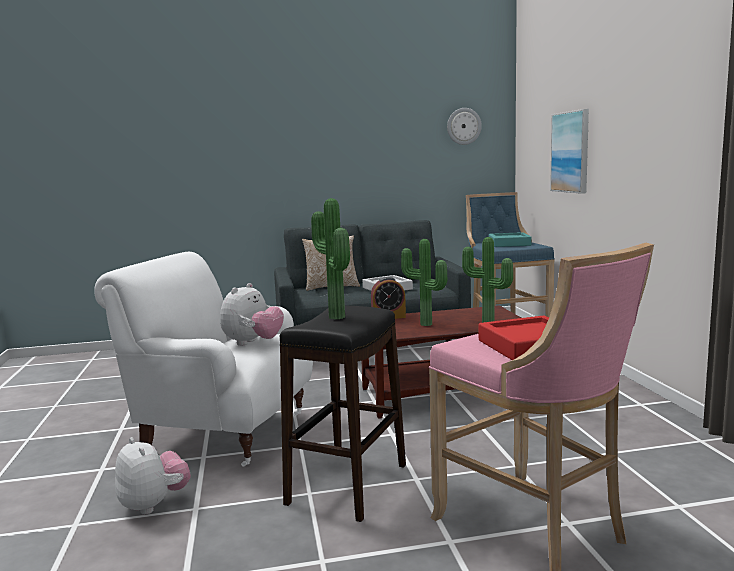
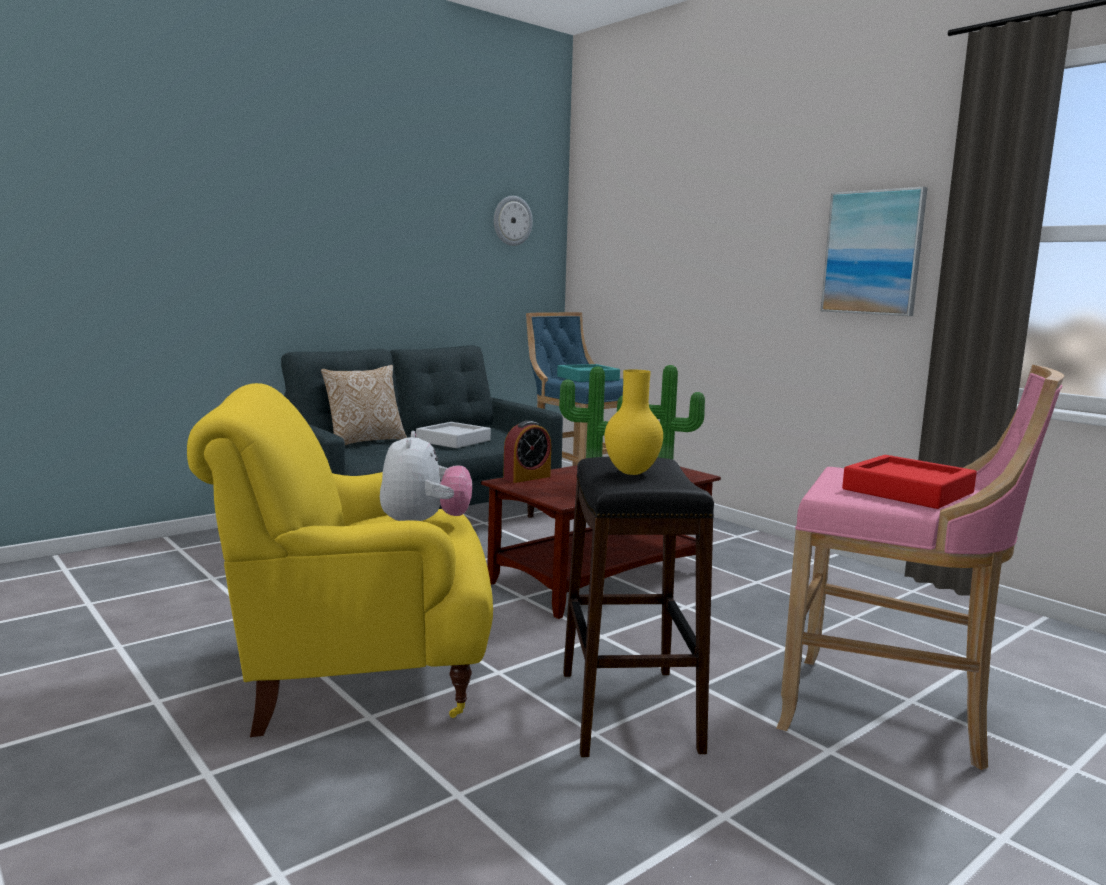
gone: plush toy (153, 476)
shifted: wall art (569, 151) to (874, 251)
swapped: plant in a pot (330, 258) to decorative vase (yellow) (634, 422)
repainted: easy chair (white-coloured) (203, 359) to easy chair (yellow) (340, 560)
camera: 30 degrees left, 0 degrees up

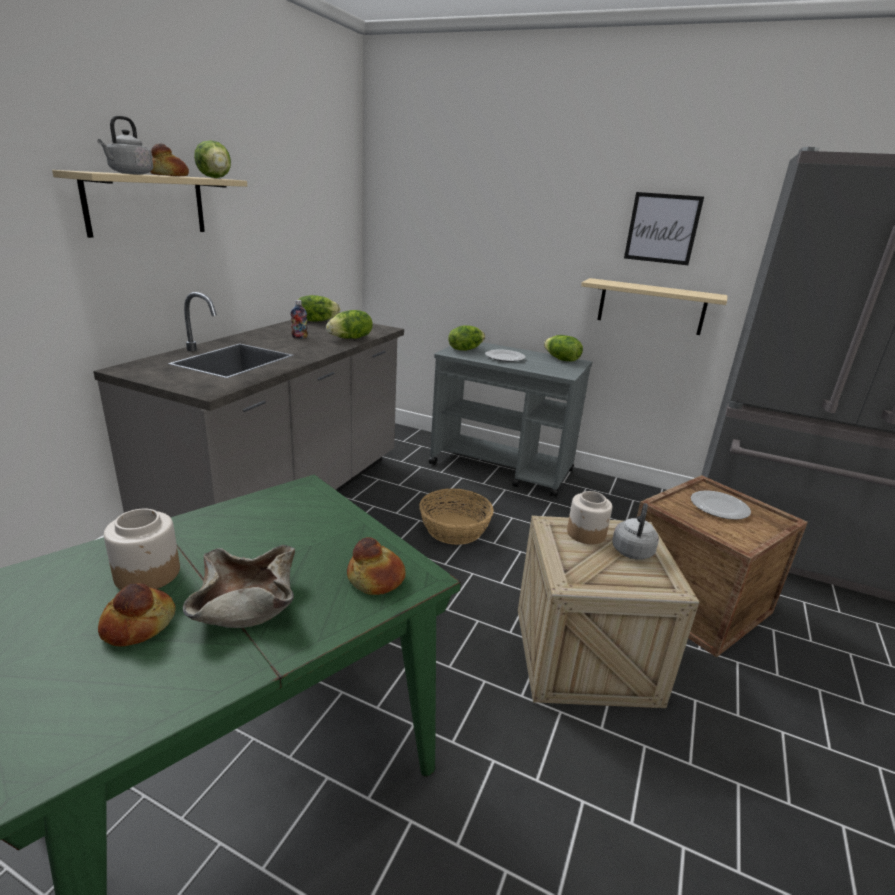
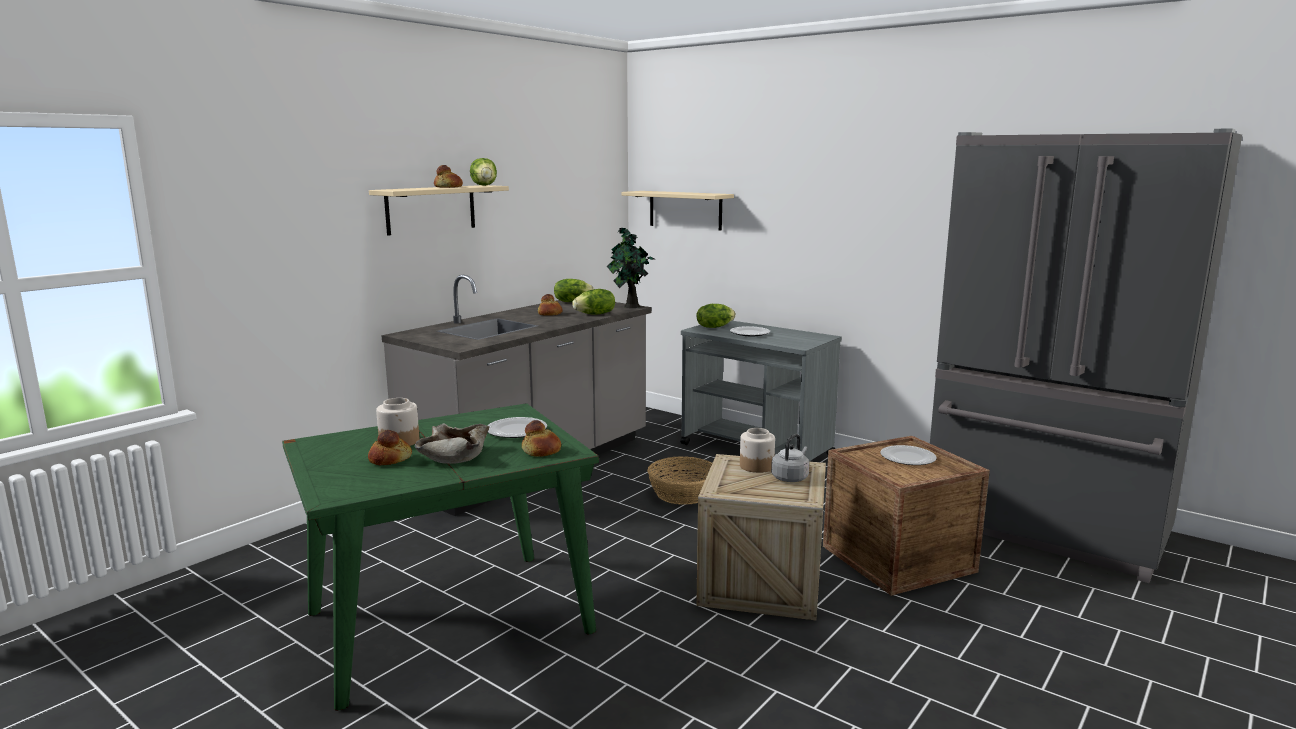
gone: tea kettle (gray) (125, 145); head of lettuce (563, 348); wall art (664, 228)
new: plate (517, 427); plant in a pot (631, 267)
shifted: shelf (beige-coloured) (654, 306) to (678, 211)
swapped: beverage bottle (299, 319) to baked bread (550, 305)
camera: 15 degrees right, 10 degrees down

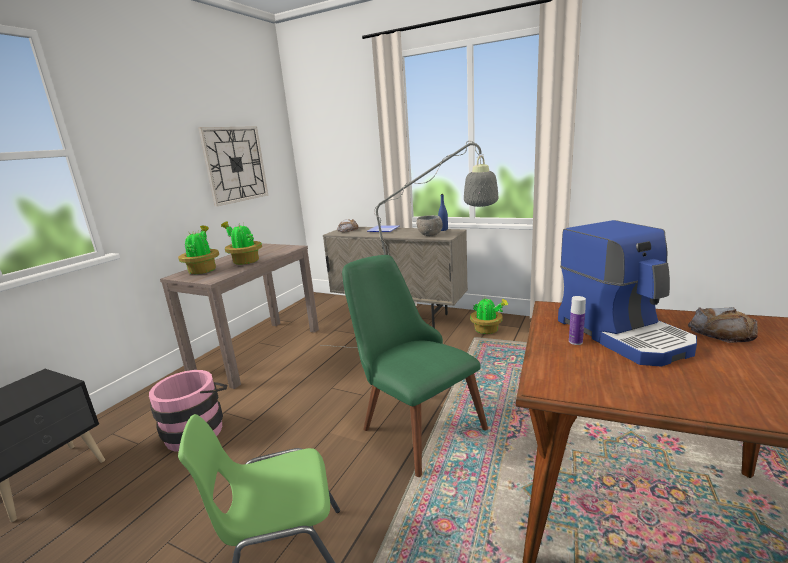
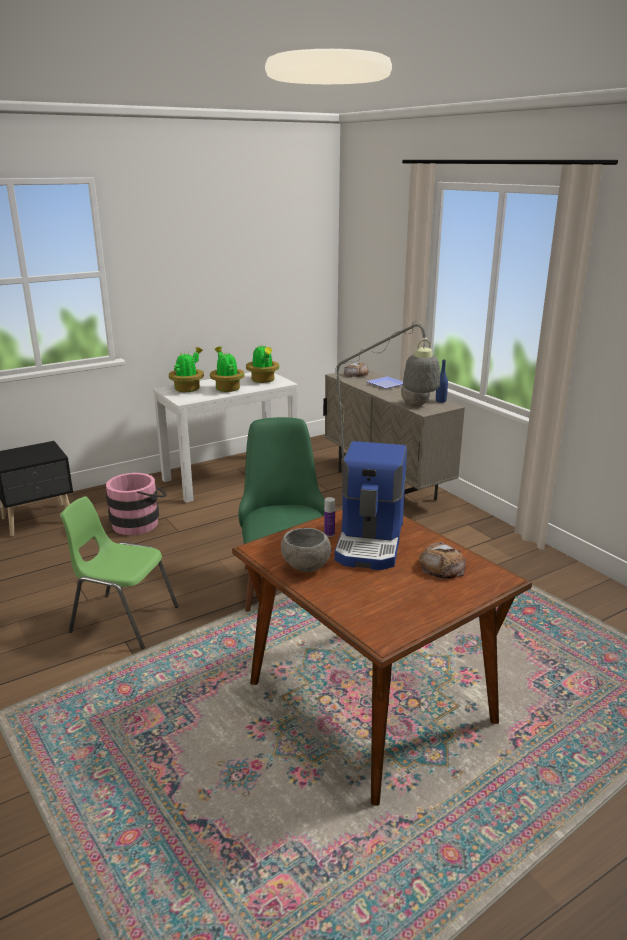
gone: wall clock (233, 166)
new: bowl (gray) (306, 550)
shifted: plant in a pot (489, 316) to (262, 363)
repainted: console table (brownish) (239, 316) to console table (white-coloured) (225, 437)
camera: 30 degrees right, 5 degrees up

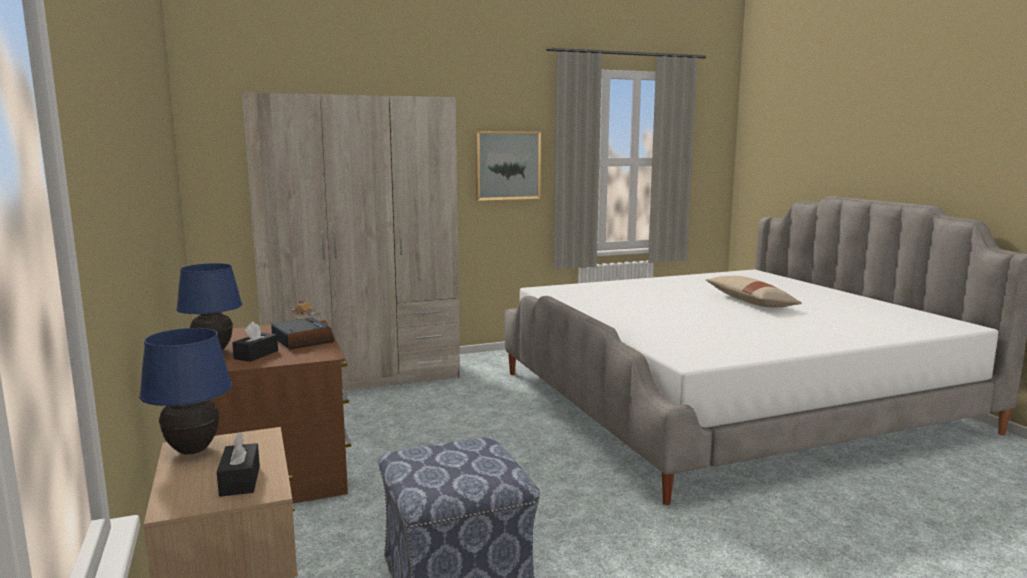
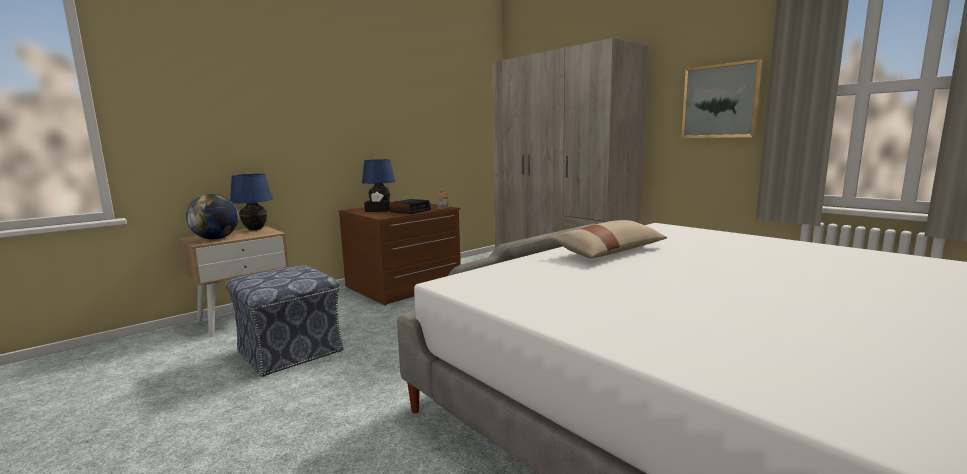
shifted: pillow (beige-coloured) (754, 291) to (608, 239)
swapped: tissue holder (black-coloured) (238, 464) to desk globe (212, 216)
camera: 70 degrees right, 0 degrees up

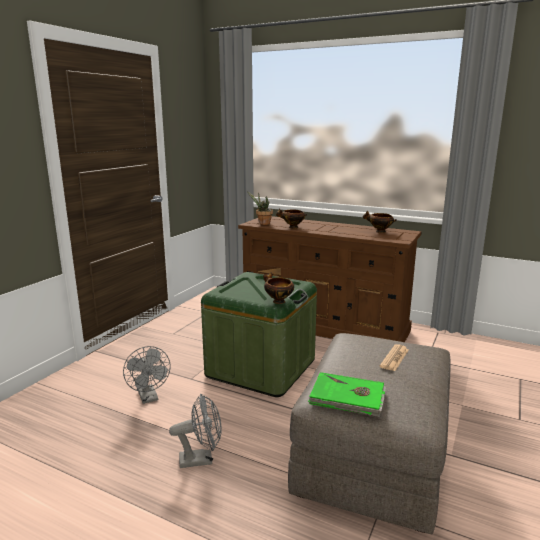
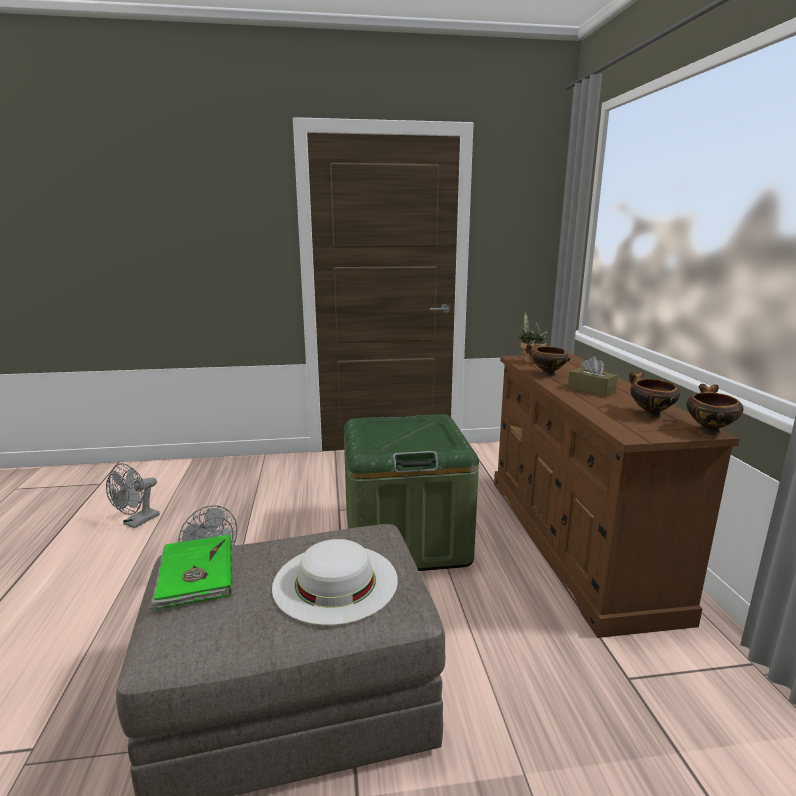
new: tissue holder (brownish) (593, 376)
shifted: electric fan (gray) (146, 375) to (133, 495); bowl (278, 288) to (715, 409)
swapped: newspaper (394, 357) to wearable hat (white-coloured) (335, 582)
camera: 55 degrees right, 0 degrees up

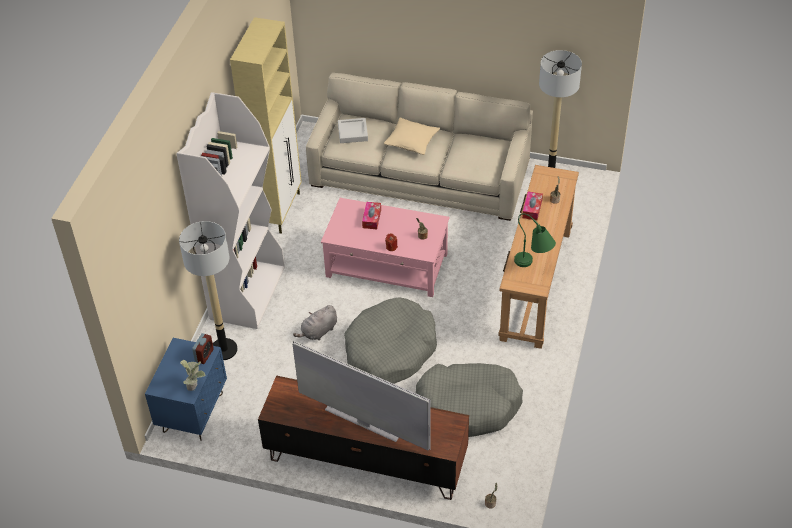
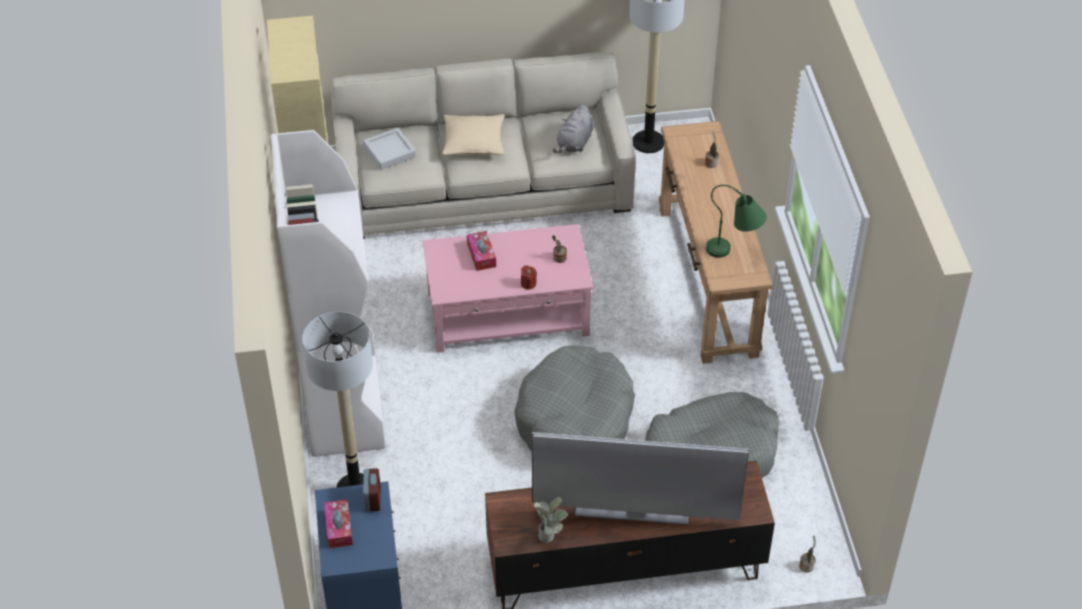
shifted: tissue holder (532, 205) to (338, 523); plant in a pot (193, 375) to (551, 520); plush toy (gray) (315, 322) to (573, 129)
camera: 25 degrees left, 0 degrees up

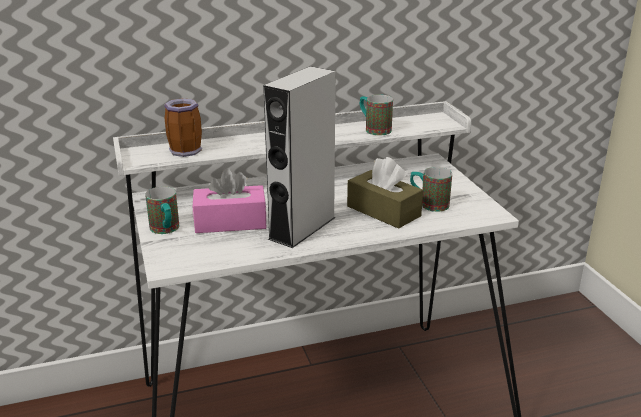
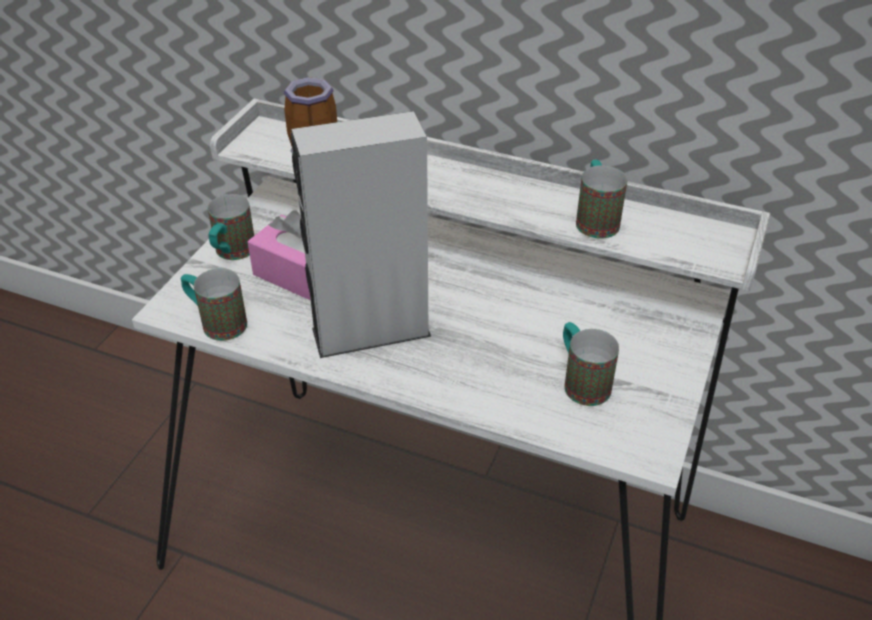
gone: tissue holder (brownish) (385, 193)
new: mug (214, 304)
camera: 40 degrees right, 15 degrees up

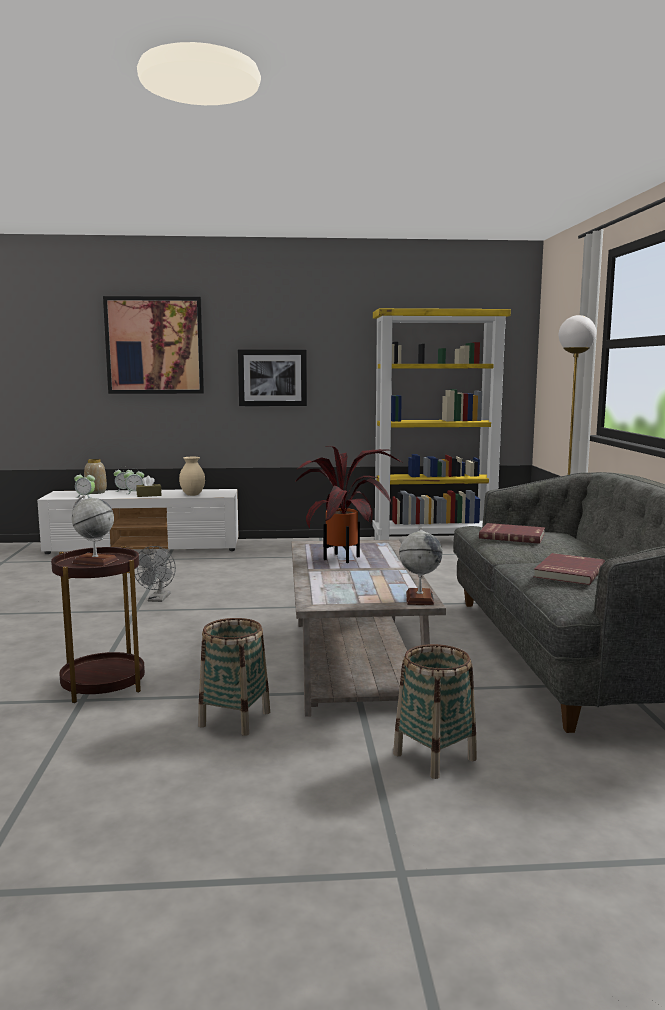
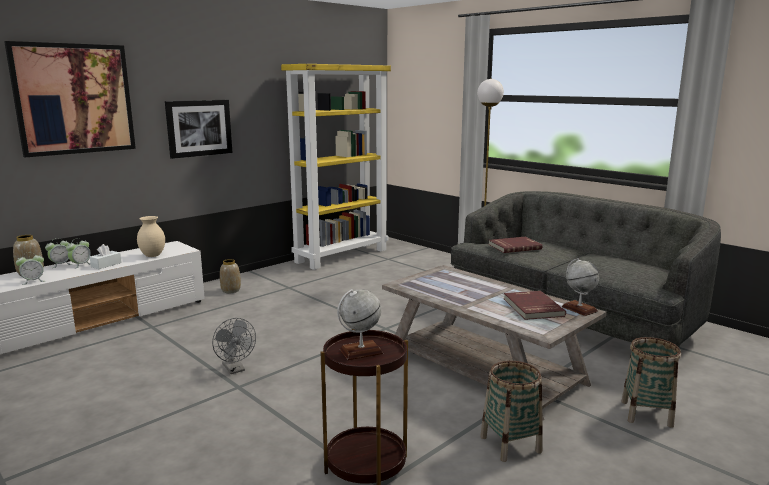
gone: plant in a pot (348, 504)
new: decorative vase (230, 276)
shifted: volume (red) (569, 569) to (535, 305)
repainted: tissue holder (brownish) (149, 486) to tissue holder (white-coloured) (106, 256)
camera: 40 degrees left, 5 degrees up

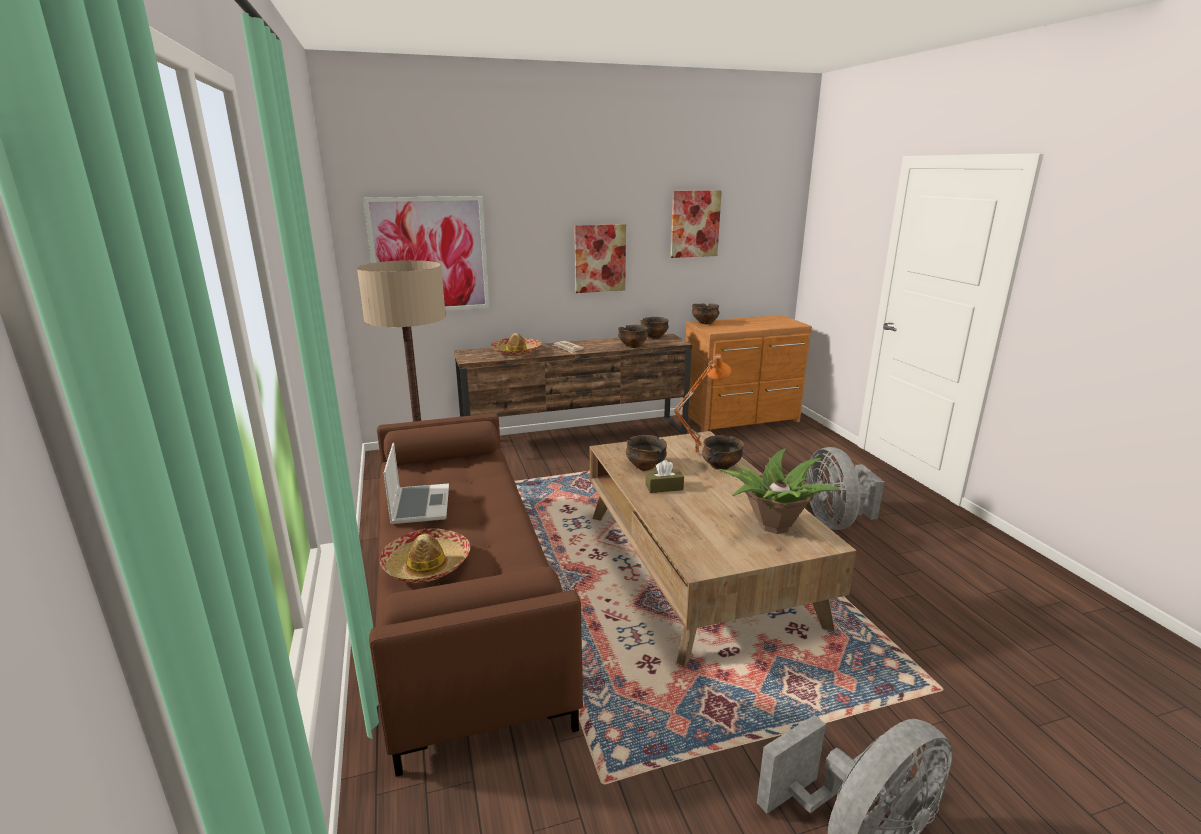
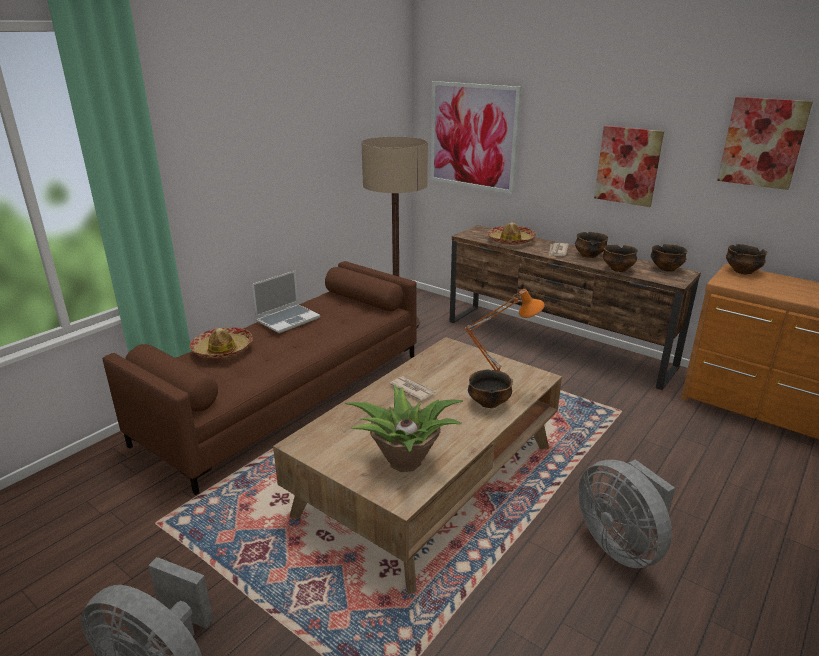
shifted: bowl (646, 453) to (591, 245)
swapped: tissue holder (brownish) (664, 476) to newspaper (412, 388)
rotated: electric fan (gray) (845, 488) = (626, 514) 75 degrees counterclockwise
camera: 55 degrees right, 5 degrees up

